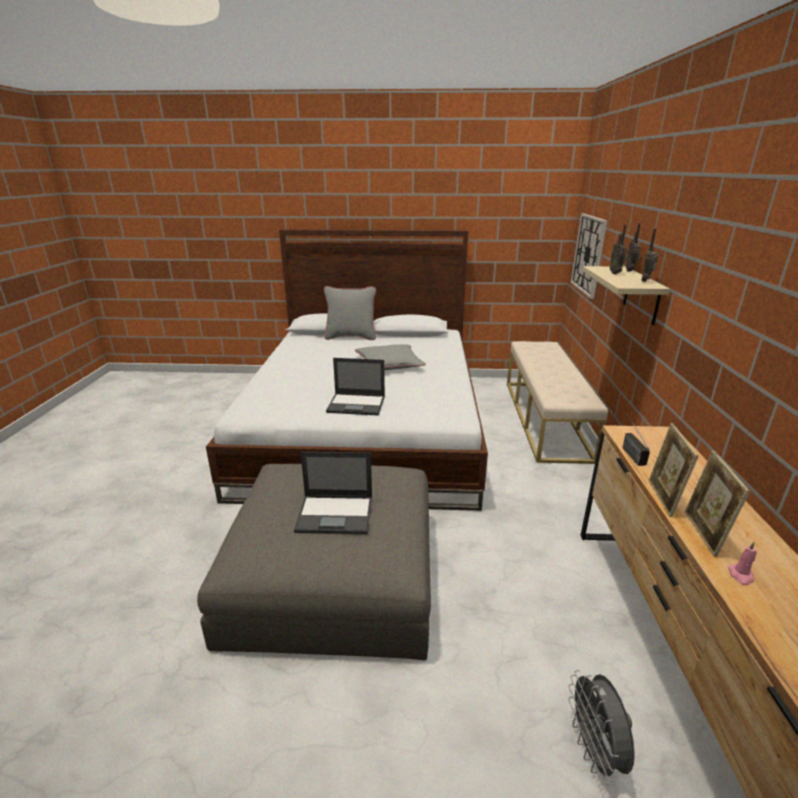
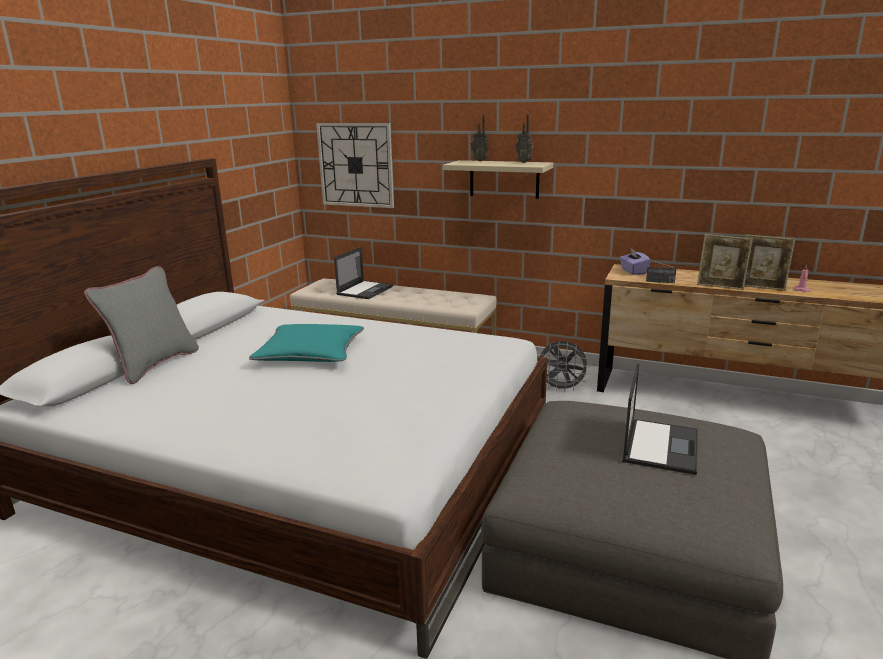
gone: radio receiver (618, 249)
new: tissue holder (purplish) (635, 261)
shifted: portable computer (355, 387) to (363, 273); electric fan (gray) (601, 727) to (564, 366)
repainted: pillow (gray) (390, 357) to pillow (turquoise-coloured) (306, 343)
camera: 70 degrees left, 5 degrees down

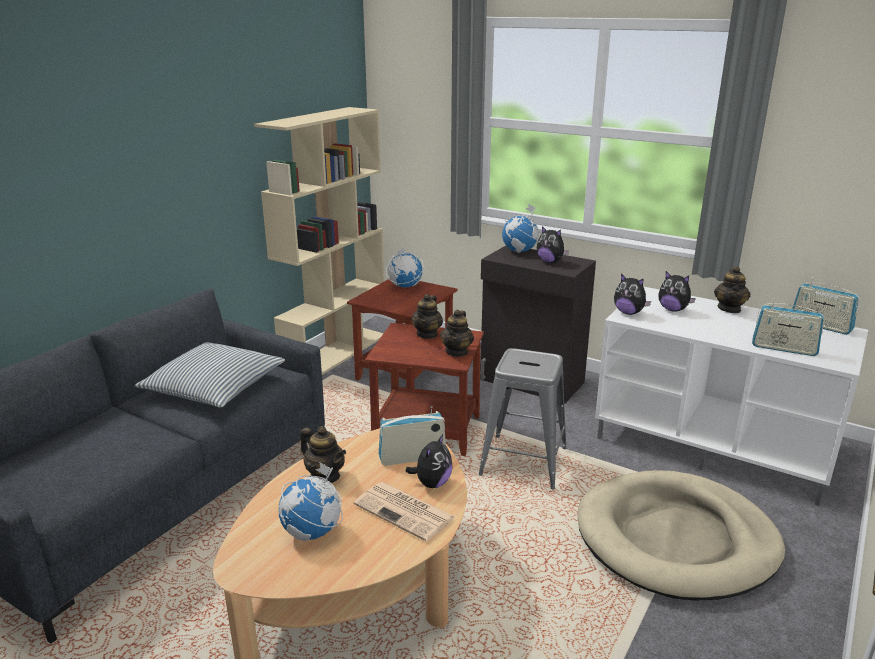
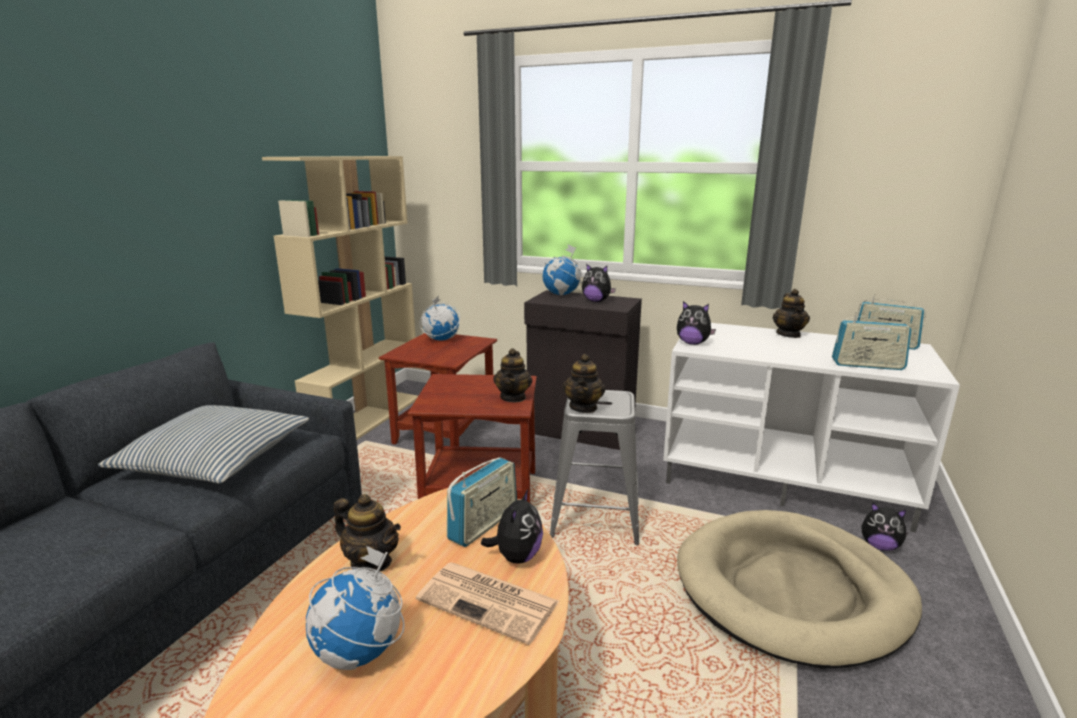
shifted: pot for tea (427, 316) to (584, 383); plush toy (677, 291) to (885, 527)
rotated: radio receiver (412, 436) = (482, 502) 150 degrees clockwise
camera: 10 degrees left, 5 degrees down

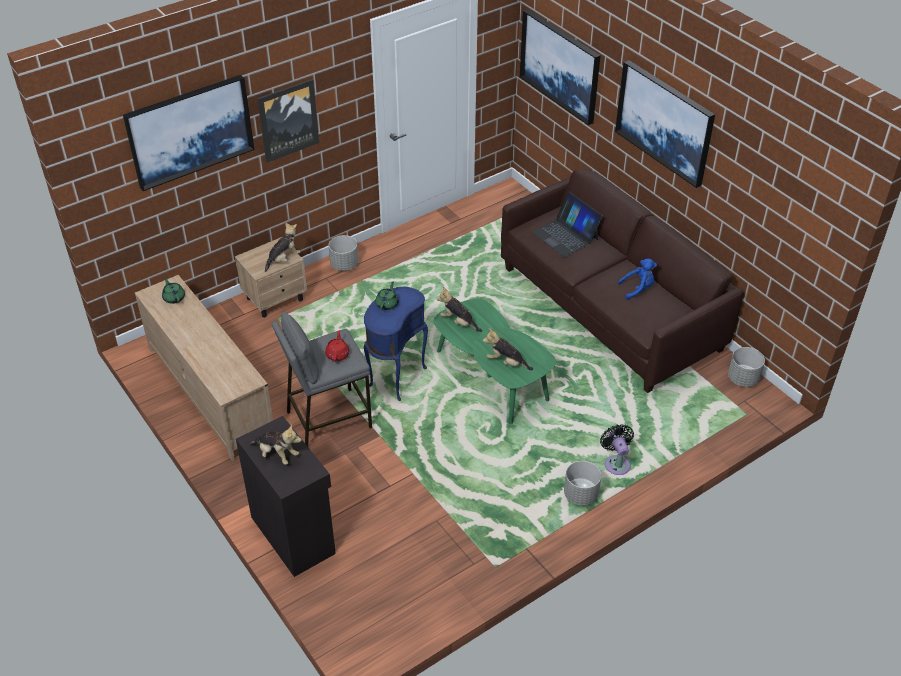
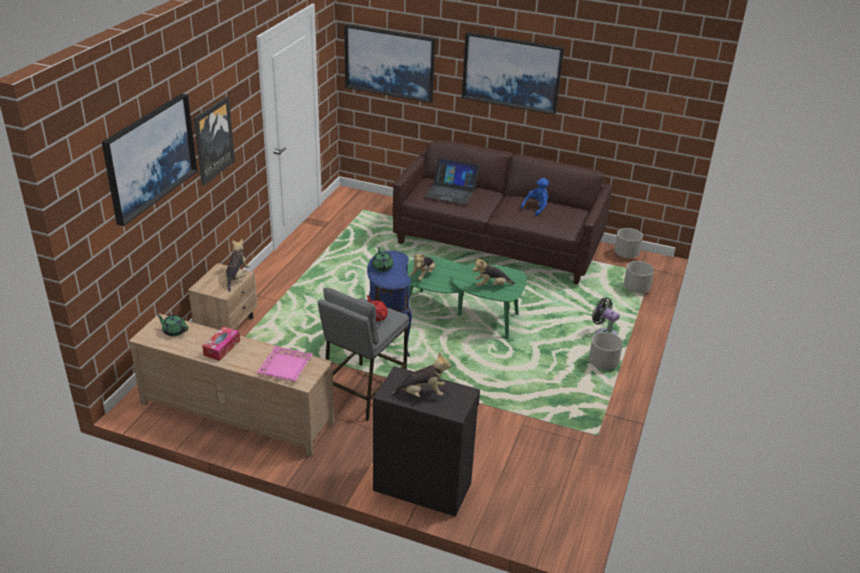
new: tissue holder (221, 343); serving tray (pinkish) (285, 363)
shifted: plant pot (gray) (343, 253) to (639, 277)
rotated: plush toy (459, 309) = (422, 267) 60 degrees counterclockwise
camera: 35 degrees left, 10 degrees down

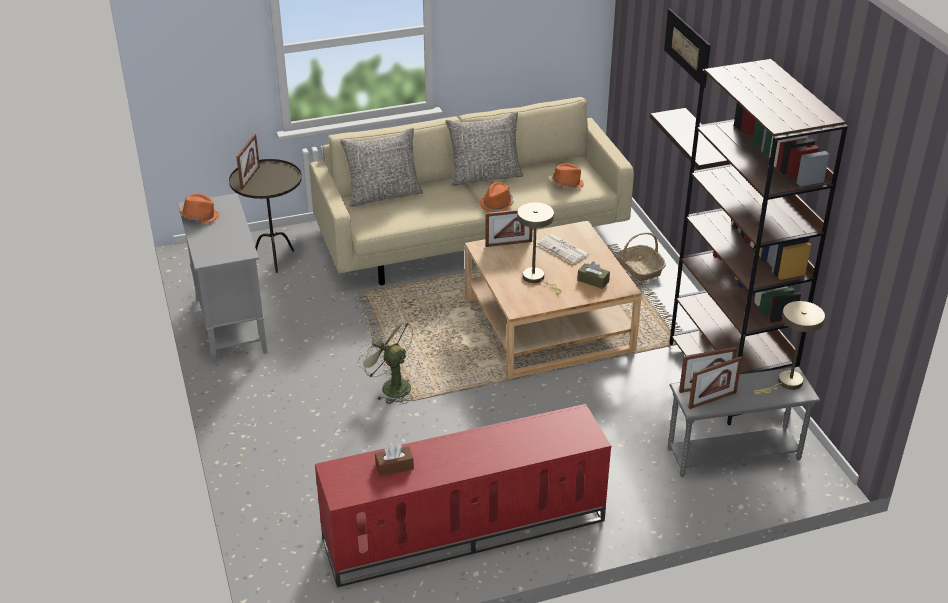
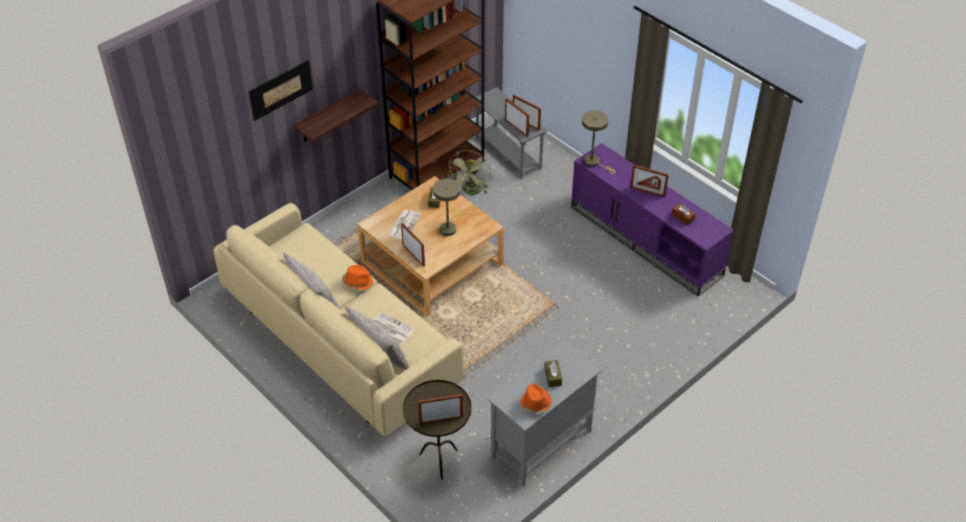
gone: wearable hat (orangey) (567, 175); basket (641, 256)
new: newspaper (394, 328); tissue holder (brownish) (553, 373); standing frame (649, 181)
shifted: electric fan (green-coloured) (385, 360) to (470, 172); tabletop lamp (beige-coloured) (789, 347) to (598, 142)
repainted: tv unit (red) (463, 496) to tv unit (purplish) (652, 219)
camera: 115 degrees left, 10 degrees up

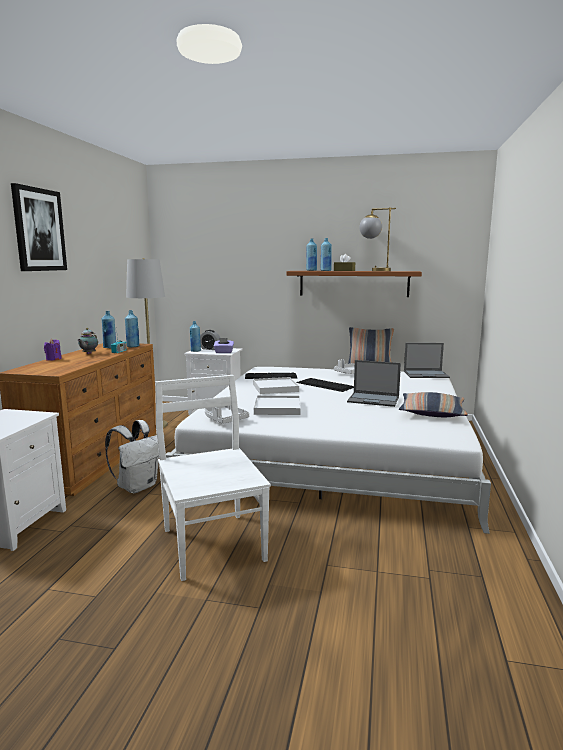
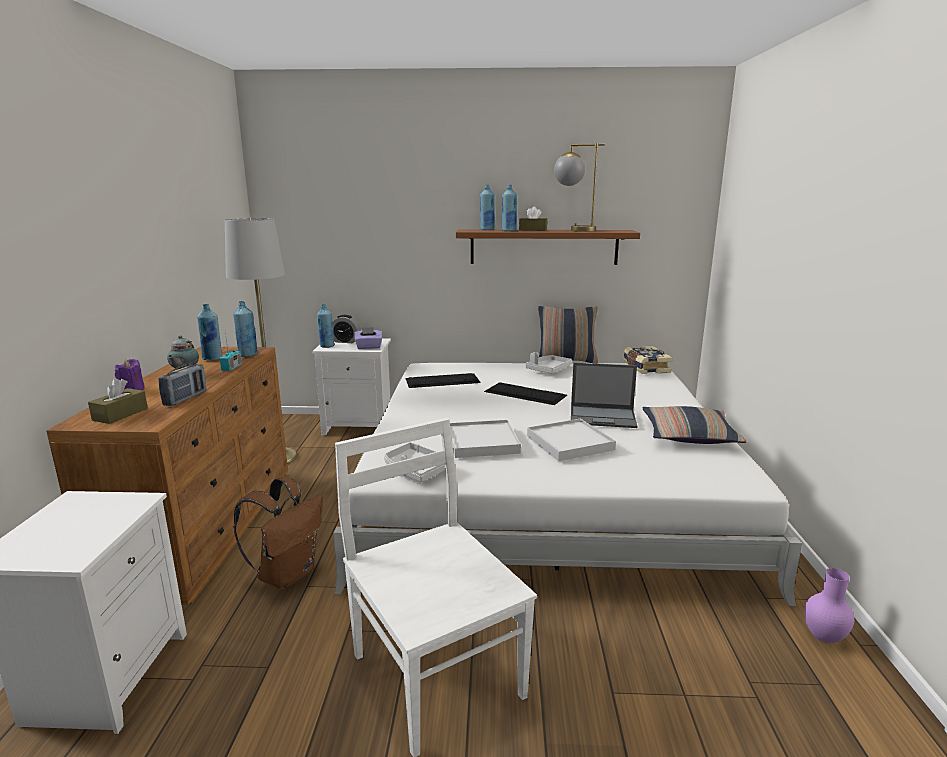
gone: wall art (39, 227)
new: tissue holder (brownish) (118, 401); radio receiver (182, 385); decorative vase (purplish) (829, 605)
shifted: serving tray (white-coloured) (276, 385) to (571, 440)
swapped: portable computer (427, 360) to volume (648, 360)
repainted: rucksack (white-coloured) (132, 456) to rucksack (brownish) (278, 532)
camera: 10 degrees left, 5 degrees up

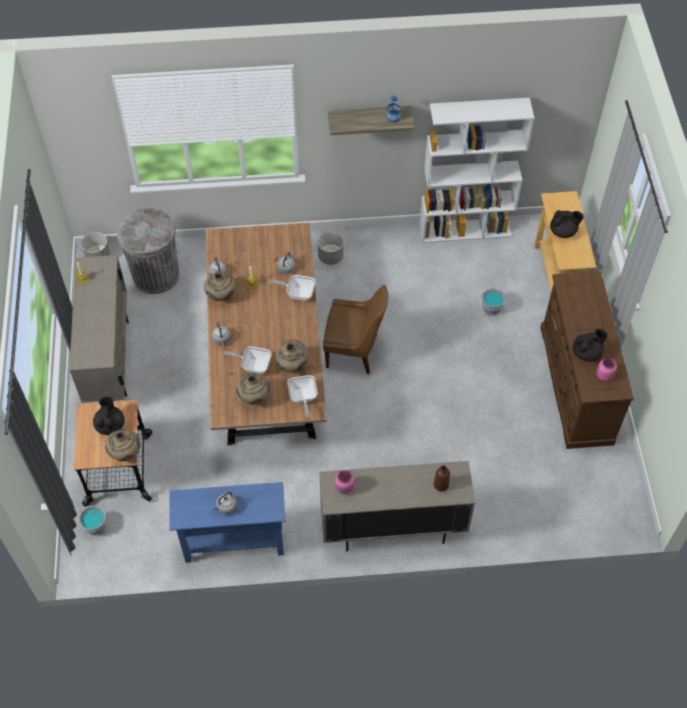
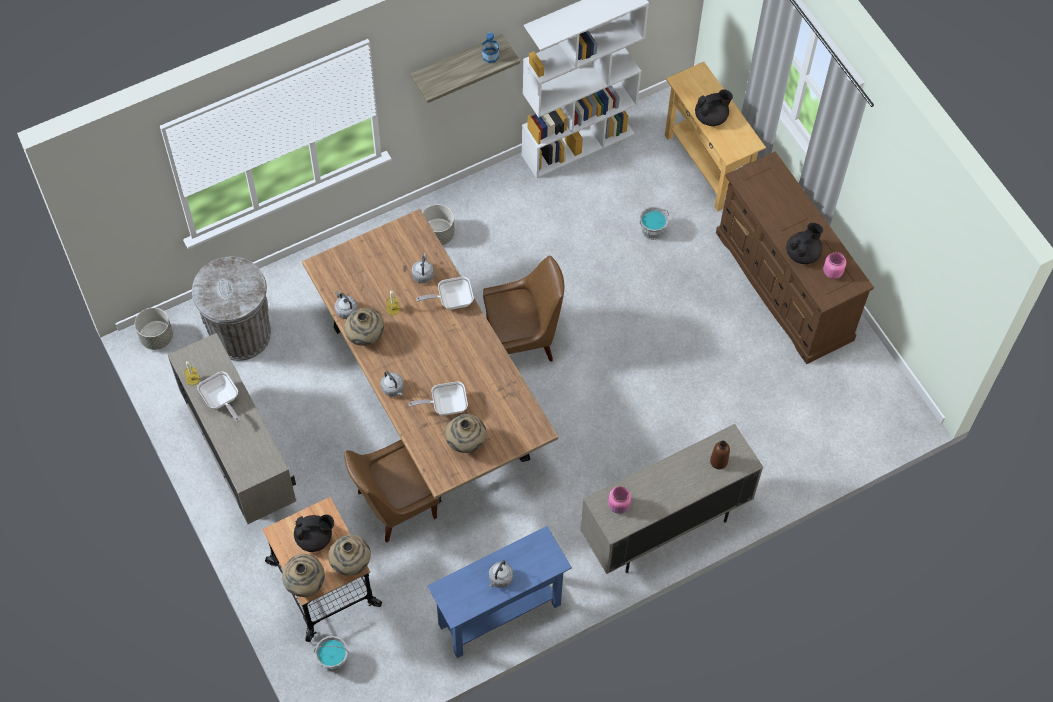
new: chair (brownish) (391, 491)
shifted: pan (303, 396) to (218, 397); decorative vase (beige-coloured) (291, 356) to (303, 575)
rotated: pot for tea (black-coloured) (108, 415) = (314, 533) 105 degrees clockwise
camera: 25 degrees left, 5 degrees up

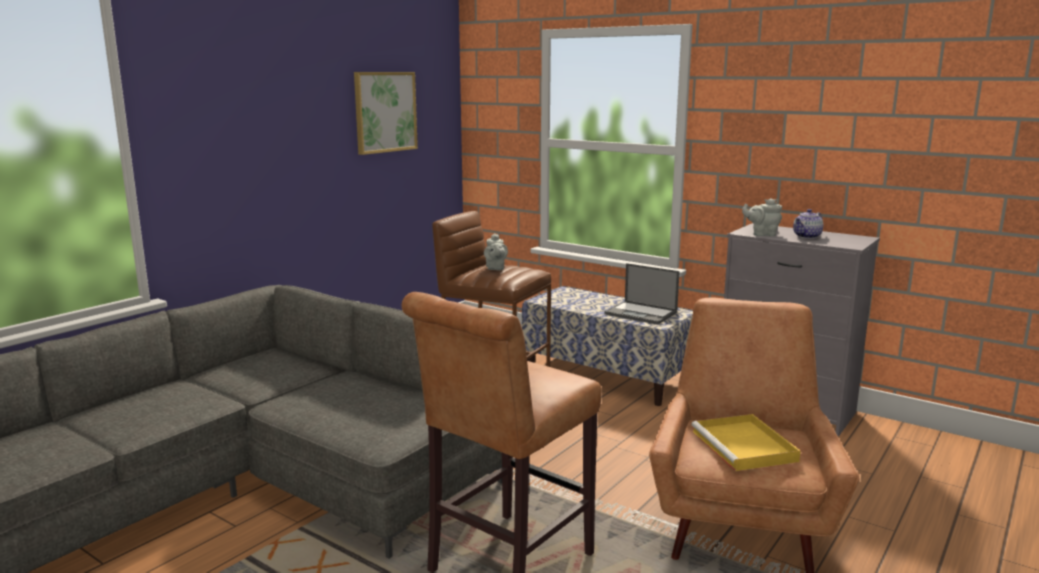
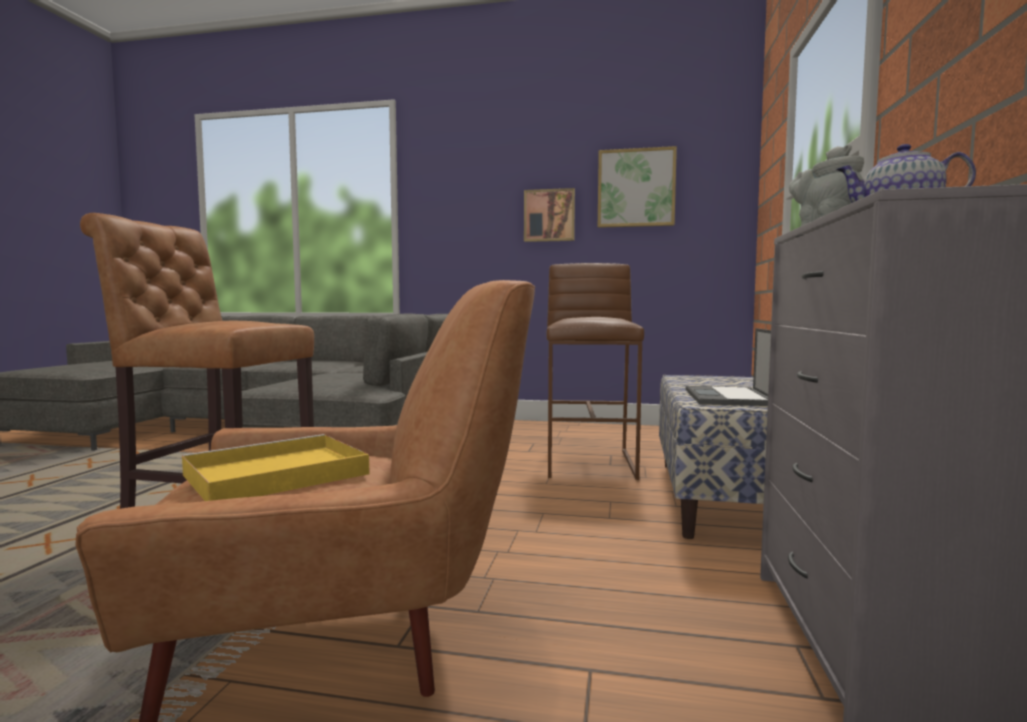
gone: pot for tea (gray) (496, 251)
new: wall art (549, 215)
camera: 65 degrees right, 10 degrees down

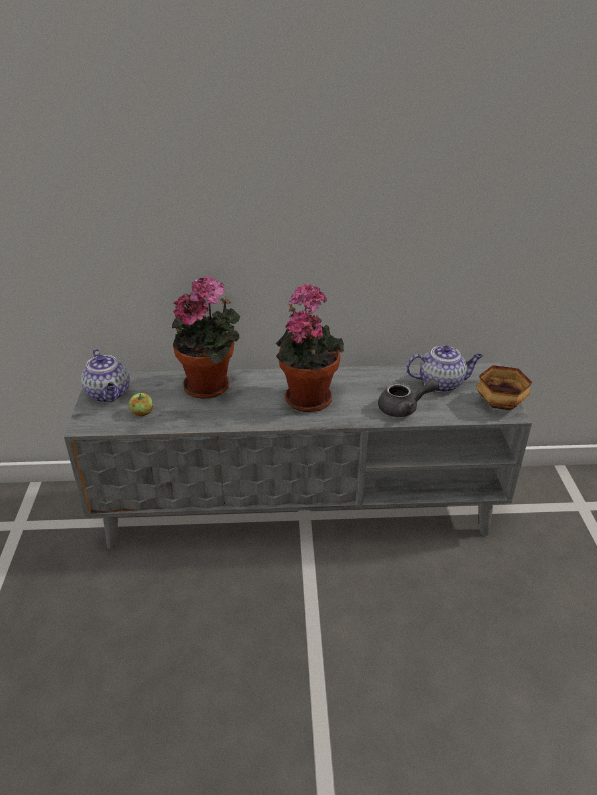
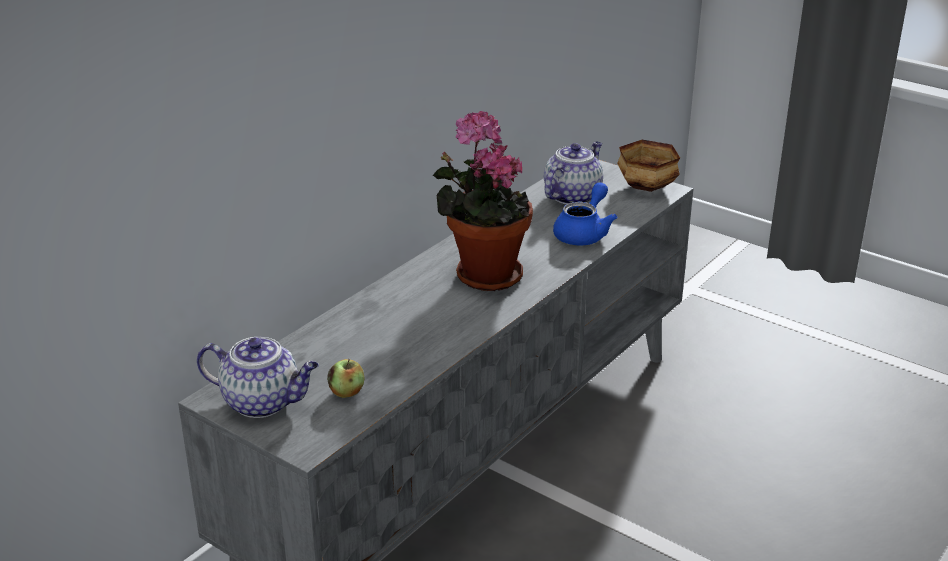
gone: plant in a pot (206, 337)
repainted: pot for tea (gray) (408, 398) to pot for tea (blue-coloured) (585, 213)
camera: 50 degrees left, 5 degrees down

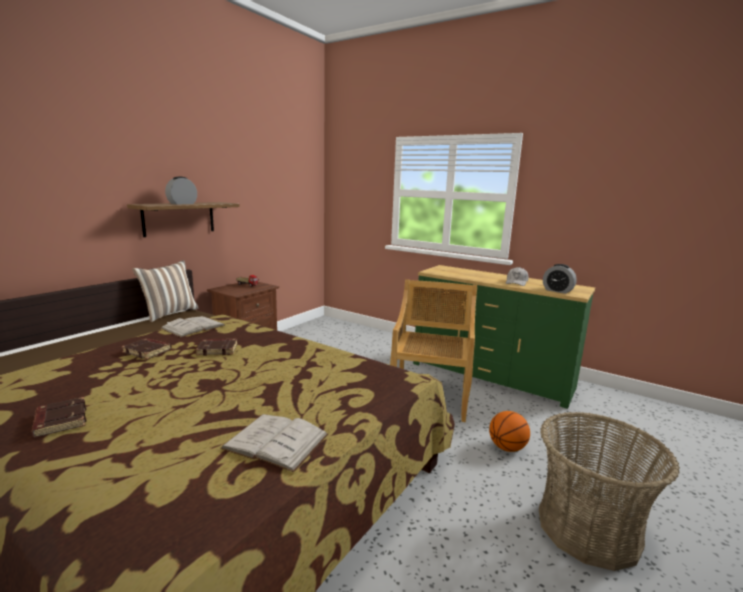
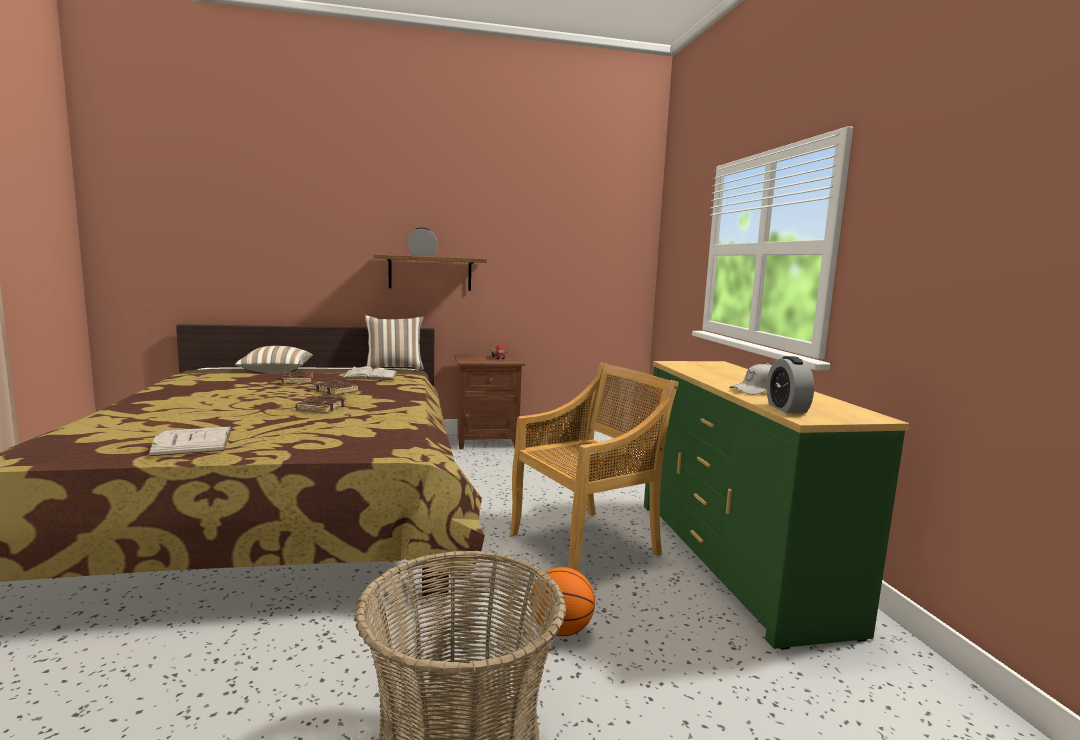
new: pillow (273, 359)
shifted: volume (brownish) (59, 417) to (321, 404)
camera: 45 degrees right, 5 degrees down

